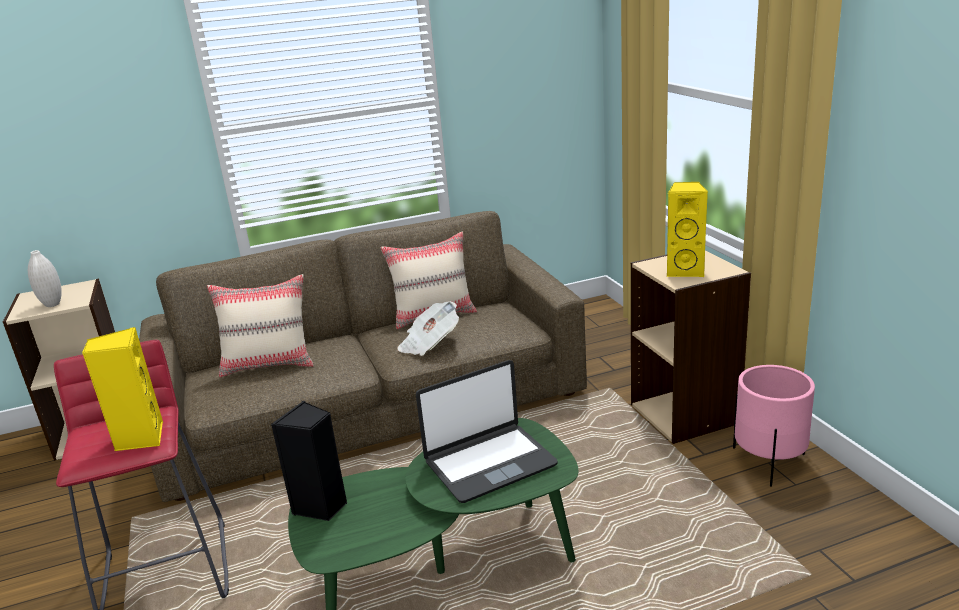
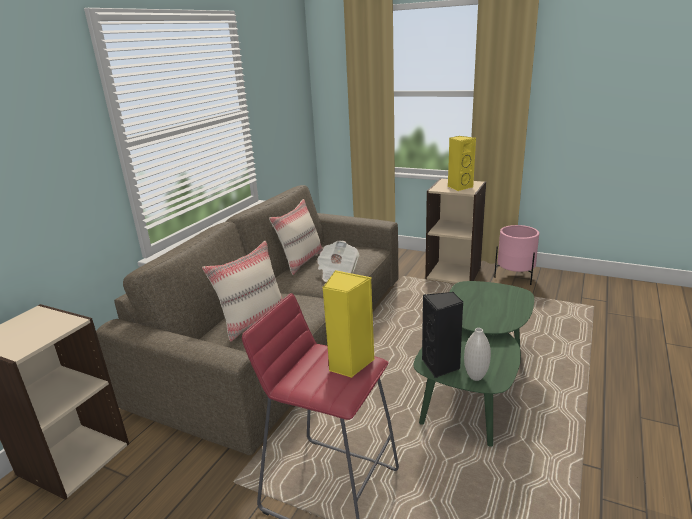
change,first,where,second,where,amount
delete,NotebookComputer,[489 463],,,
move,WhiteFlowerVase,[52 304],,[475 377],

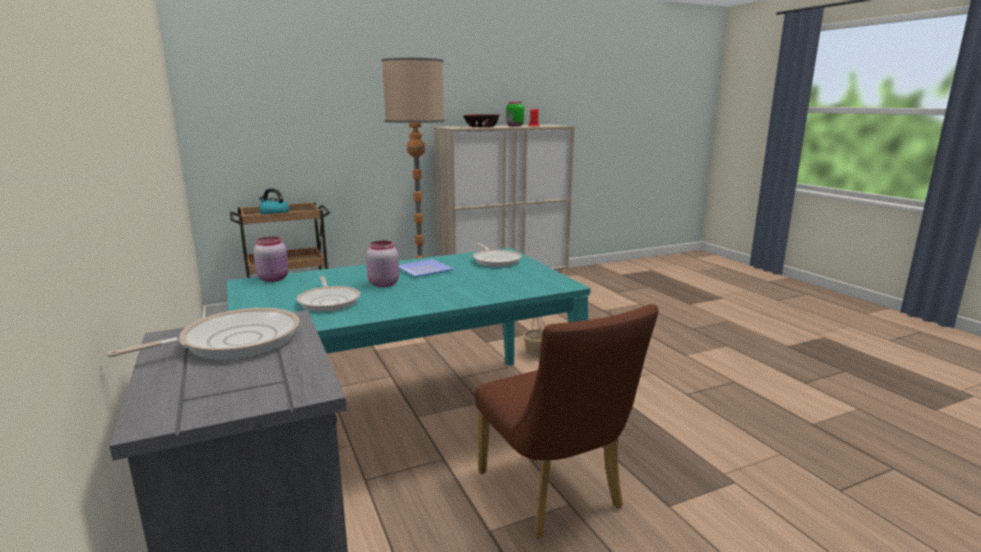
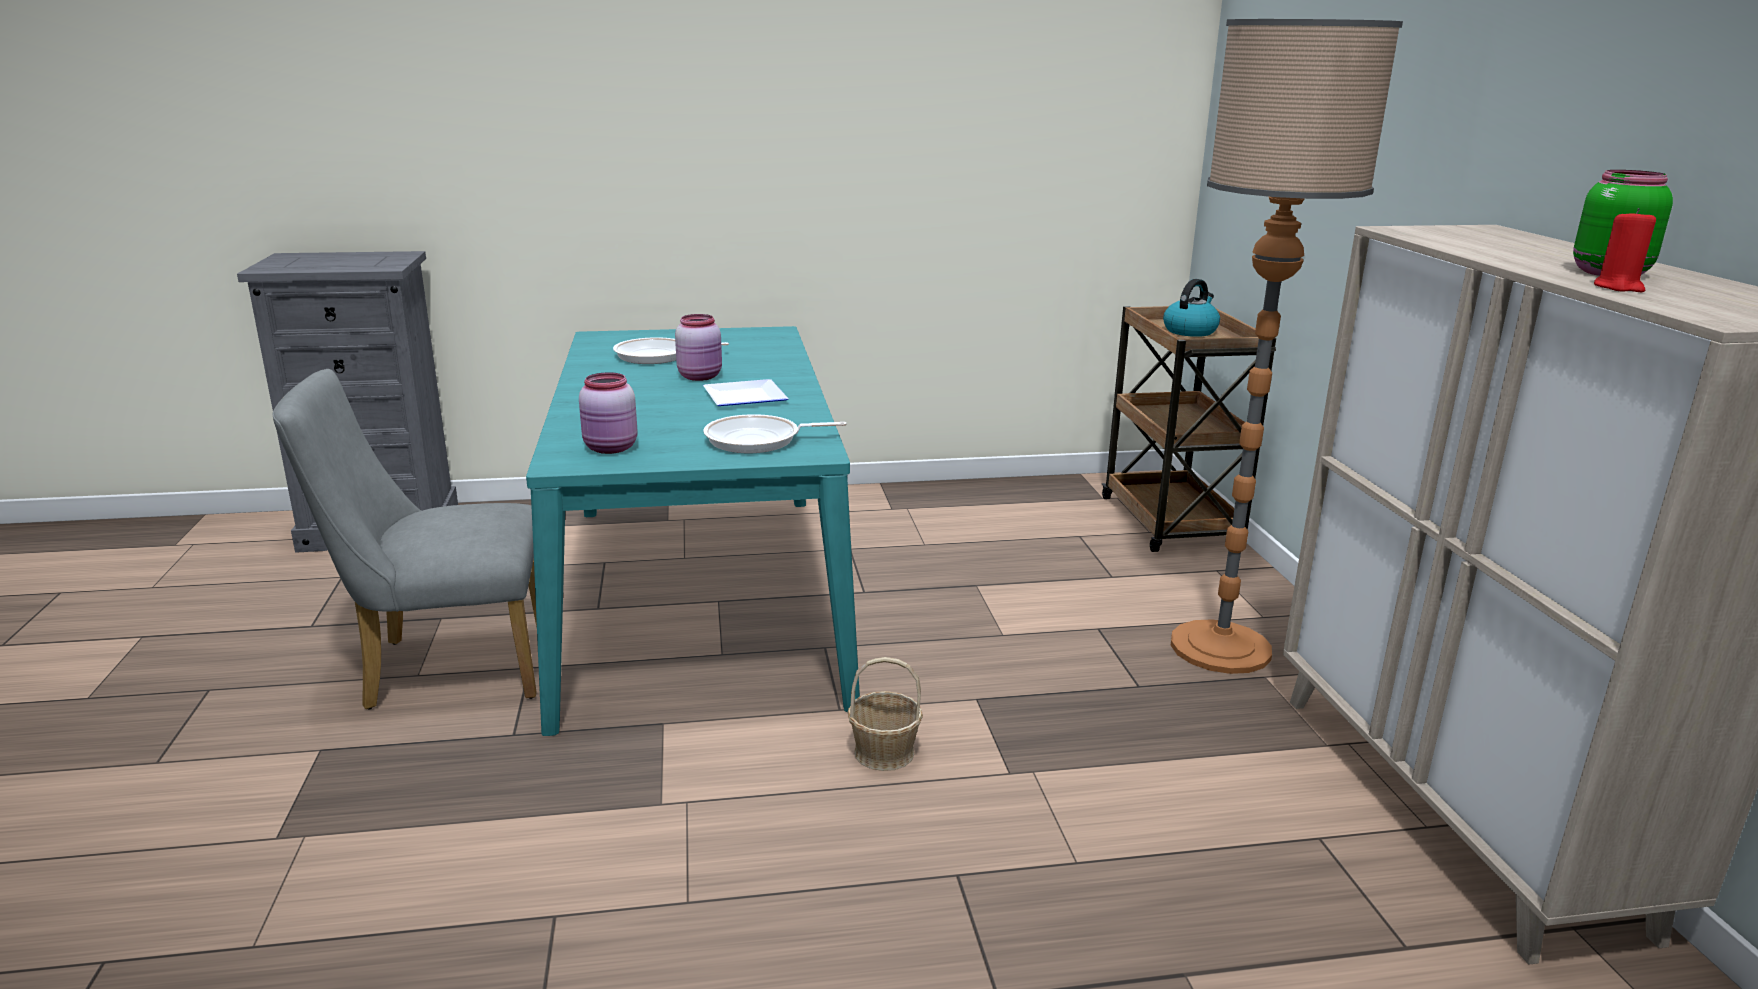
change,first,where,second,where,amount
delete,FryingPan,[234 341],,,
delete,ServingBowl,[481 127],,,
move,PinkColouredStorageJar,[274 278],,[611 448],
recolor,BrownColouredChair,[555 495],GreyishChair,[443 669],

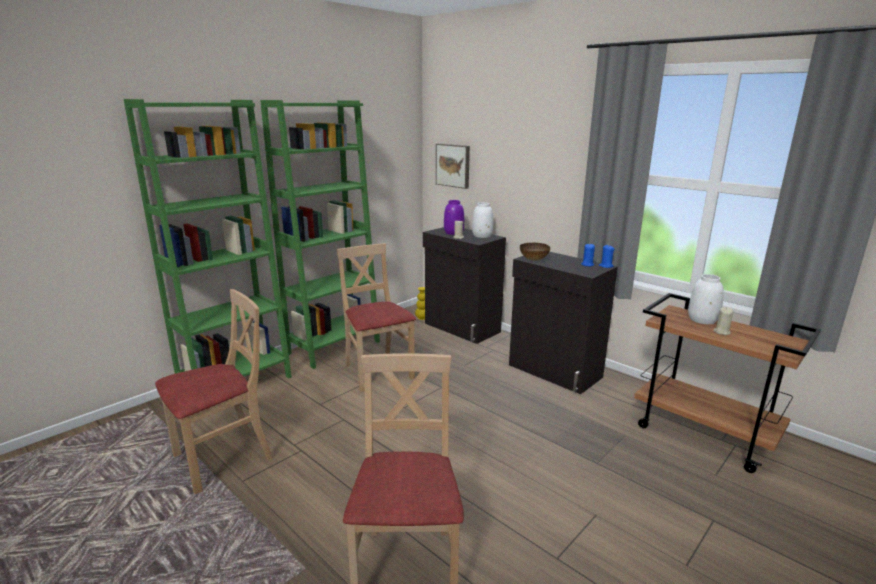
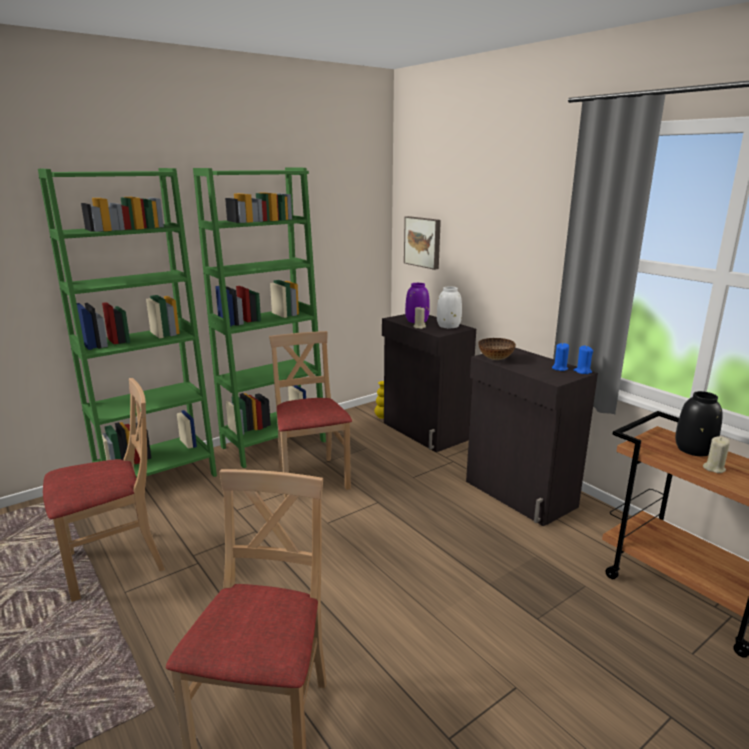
change,first,where,second,where,amount
recolor,WhiteFlowerVase,[702 320],BlackColouredFlowerVase,[693 450],

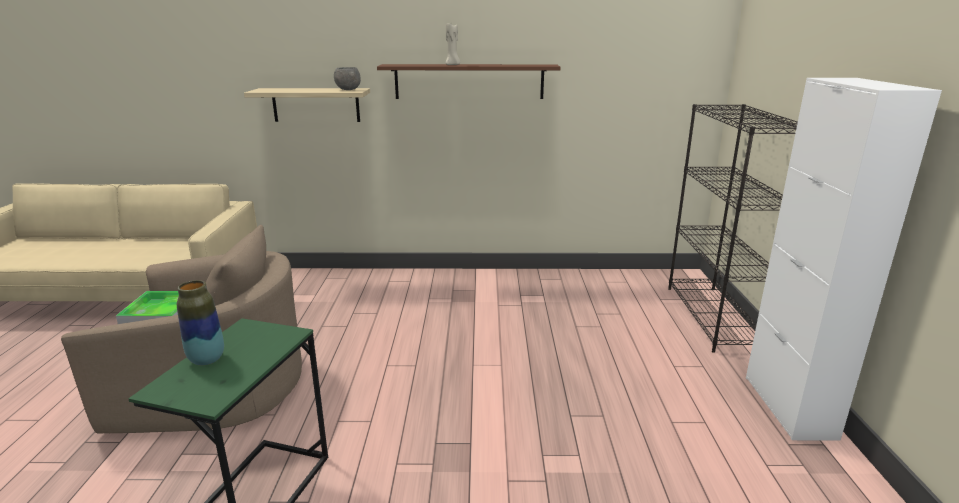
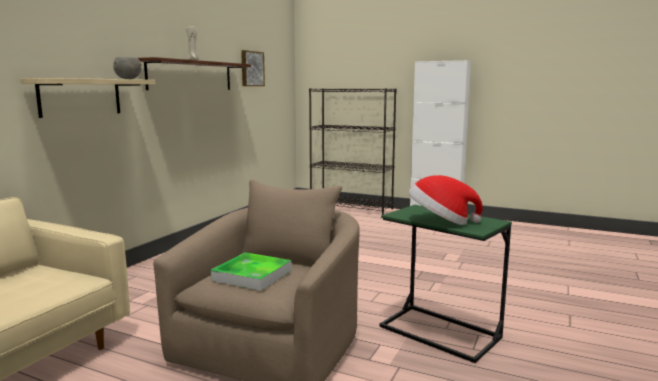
change,first,where,second,where,amount
insert,,,WallArt,[251 68],
replace,FlowerVase,[206 359],WearableHat,[441 221],

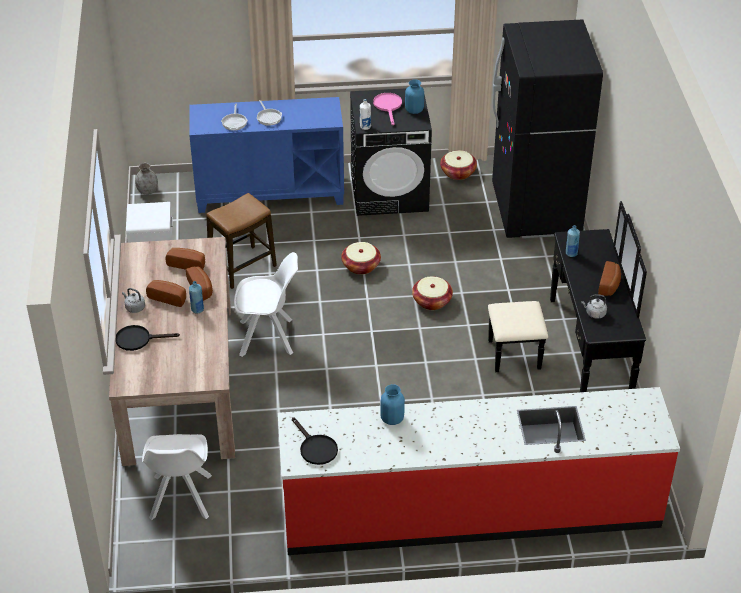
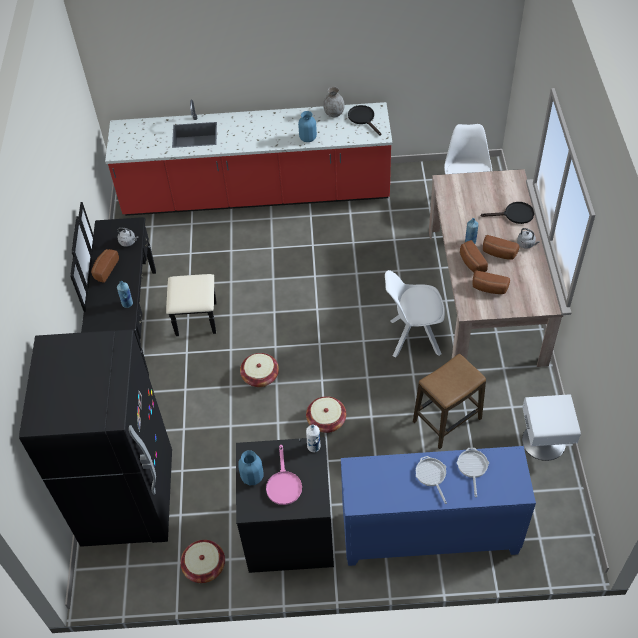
change,first,where,second,where,amount
move,GreyishFlowerVase,[147 191],,[334 114],

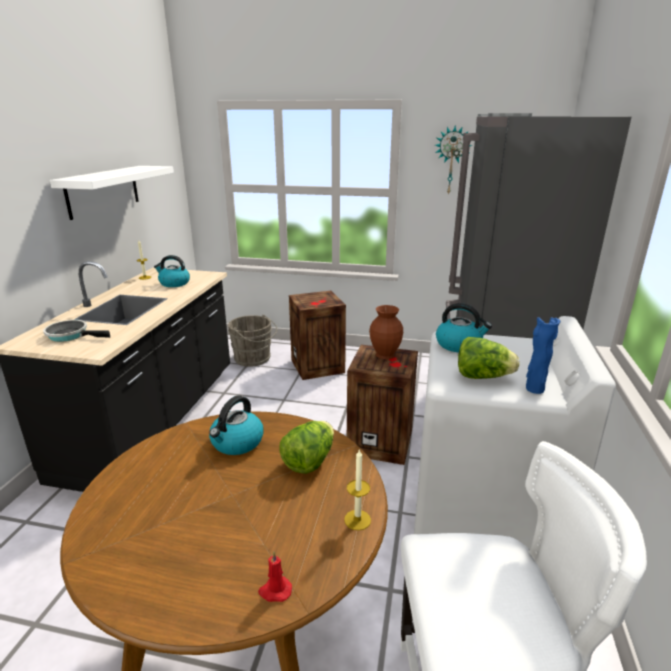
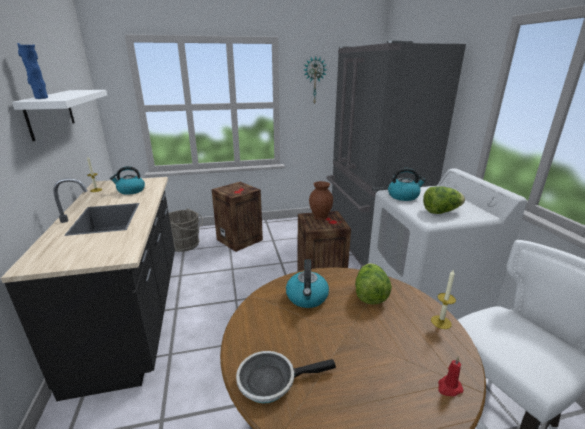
change,first,where,second,where,amount
move,FryingPan,[71 335],,[271 381],
move,BlueFlowerVase,[534 389],,[41 98],

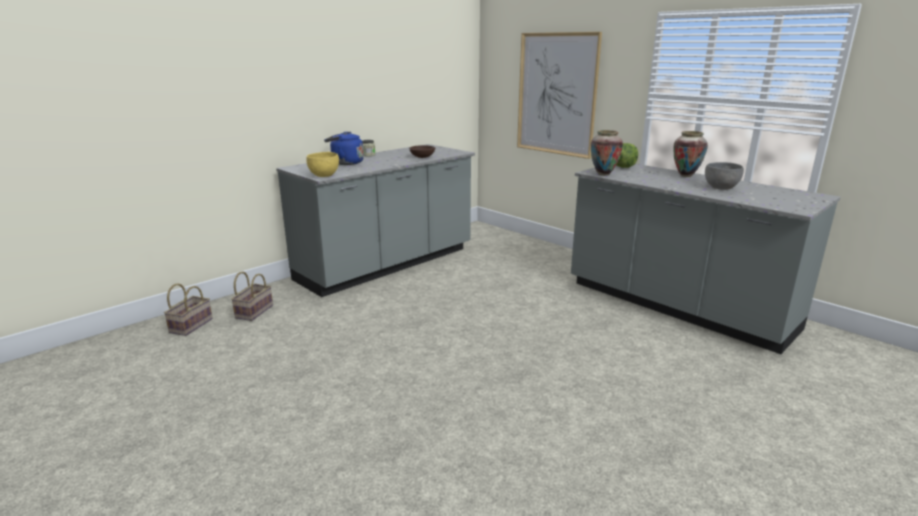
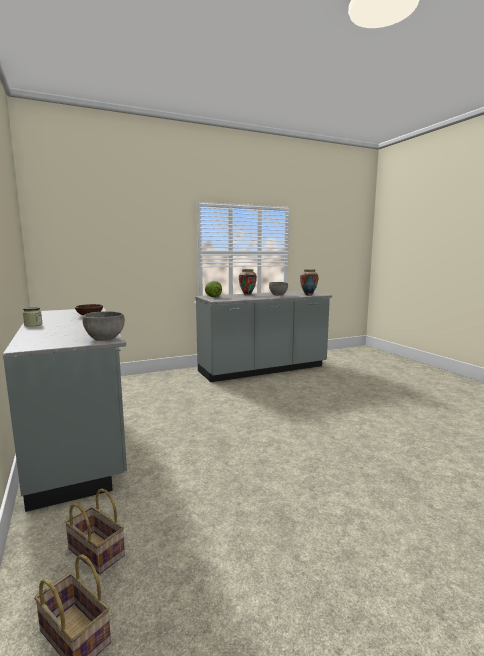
change,first,where,second,where,amount
delete,BlueTeaKettle,[345 163],,,
delete,WallArt,[556 94],,,
move,FlowerVase,[603 174],,[308 295],
recolor,YellowServingBowl,[324 176],GreyishServingBowl,[104 339],

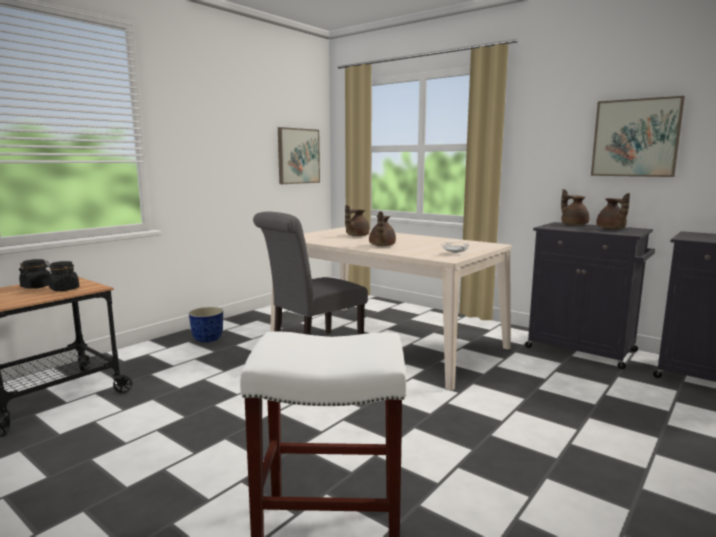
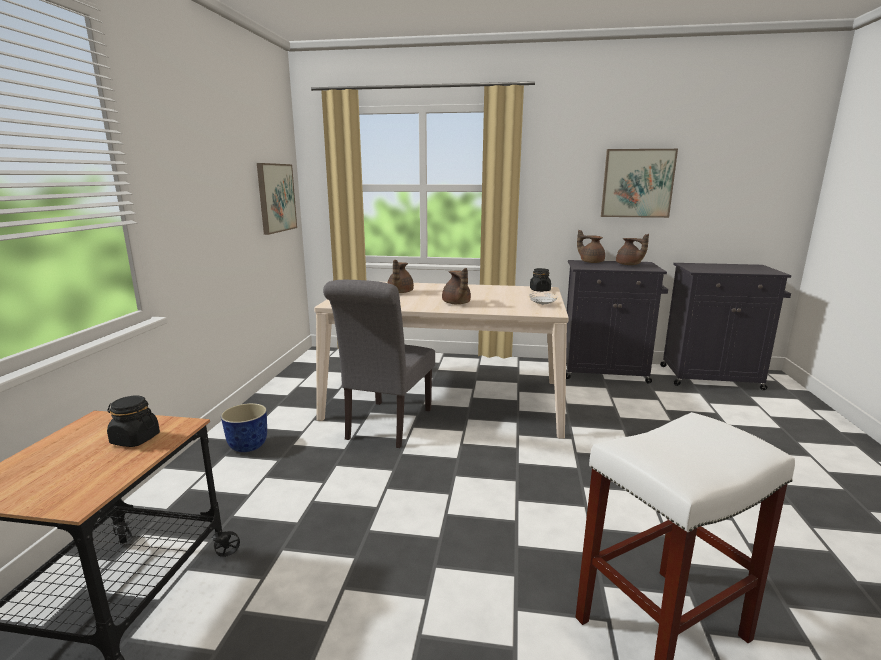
change,first,where,second,where,amount
move,BlackColouredStorageJar,[37 286],,[540 290],

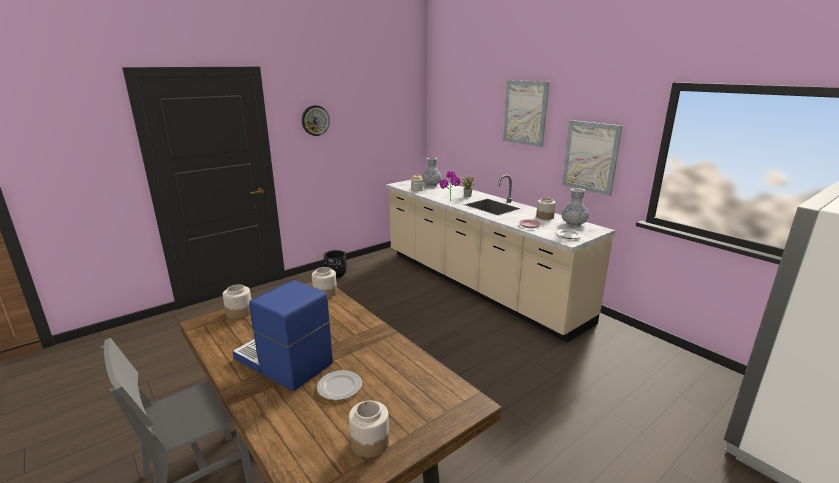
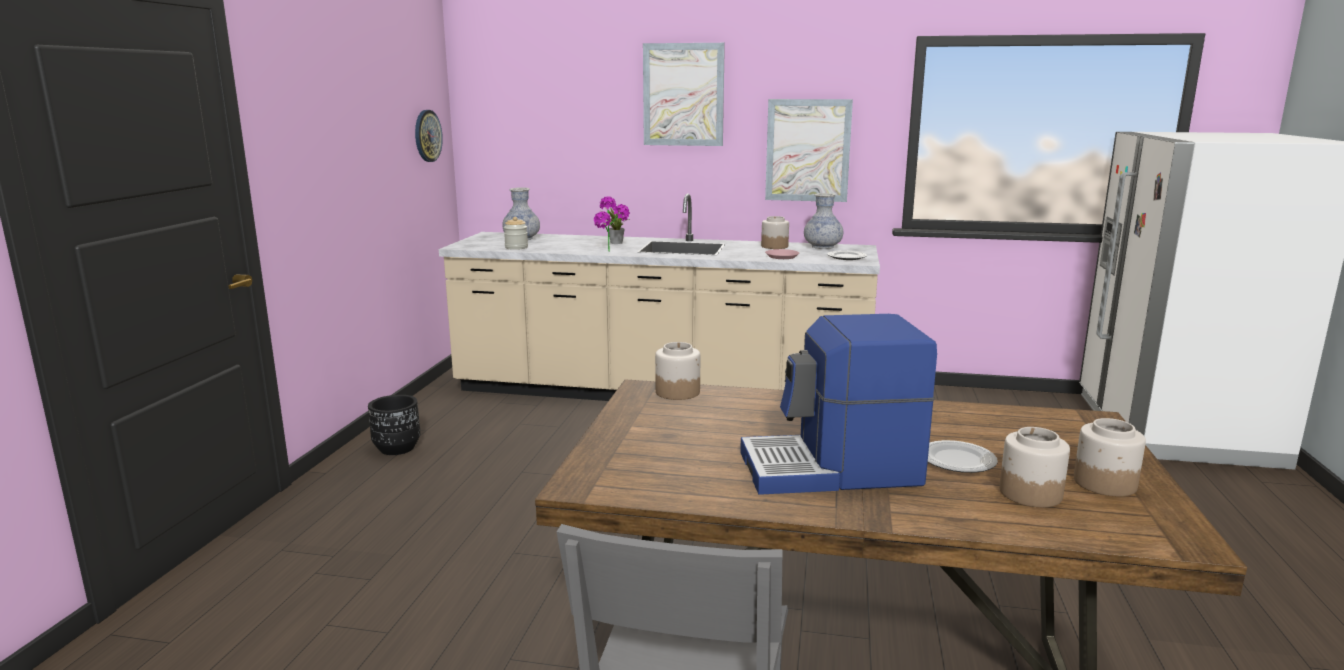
change,first,where,second,where,amount
move,StorageJar,[240 312],,[1030 493],
move,ClockOnTheWall,[315 120],,[427 136],

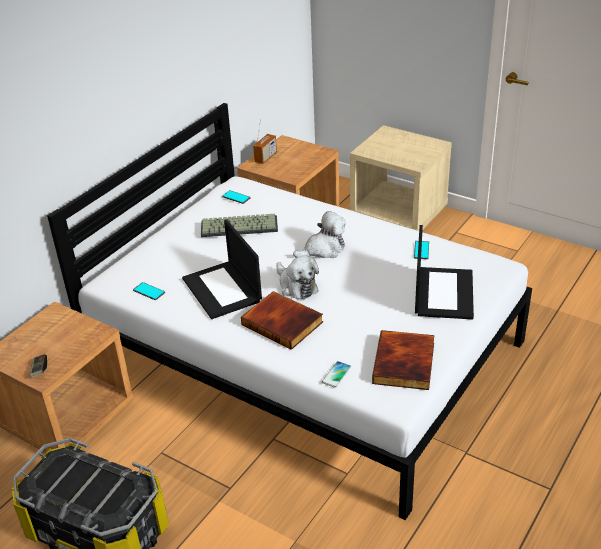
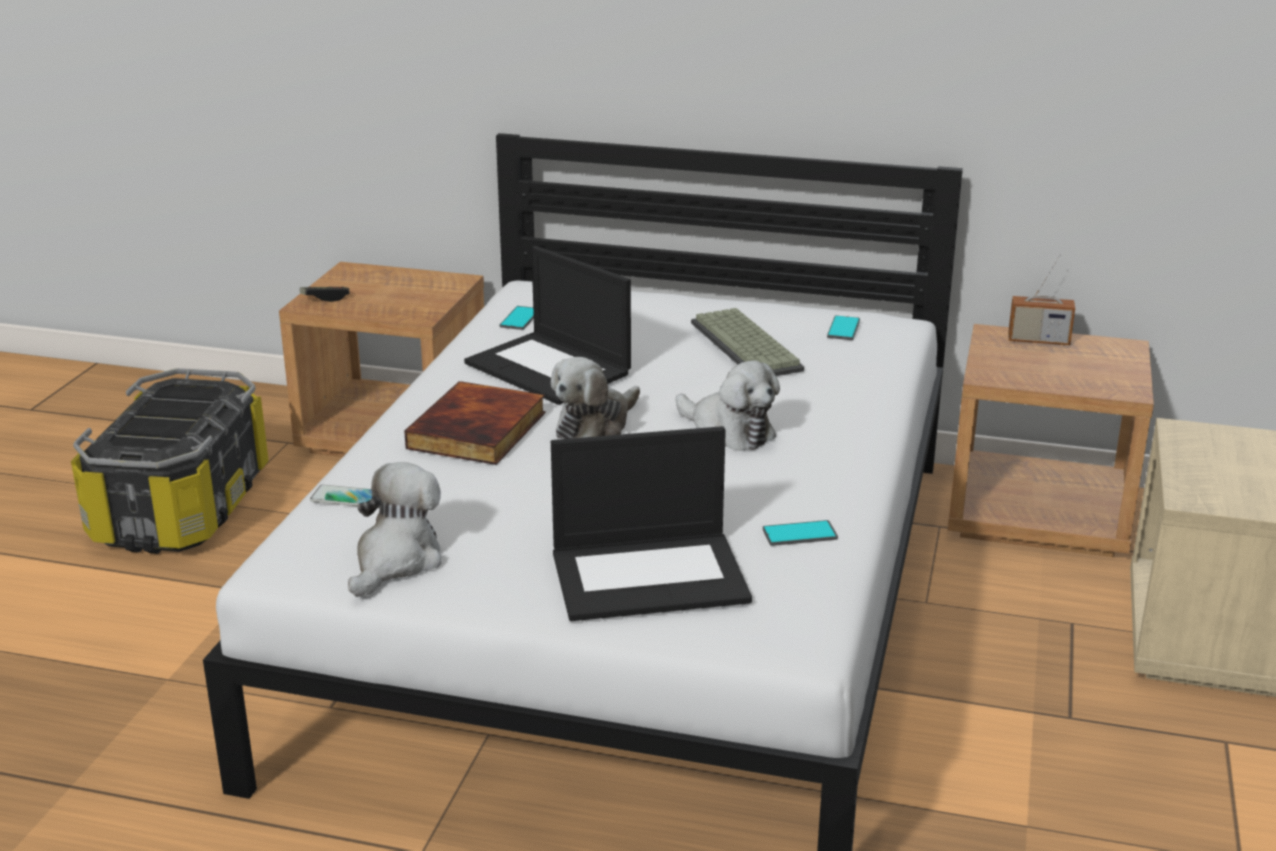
change,first,where,second,where,amount
replace,BoundBook,[405 364],PlushToy,[396 561],
rotate,NotebookComputer,[223 290],,[550 368],90 degrees counterclockwise

